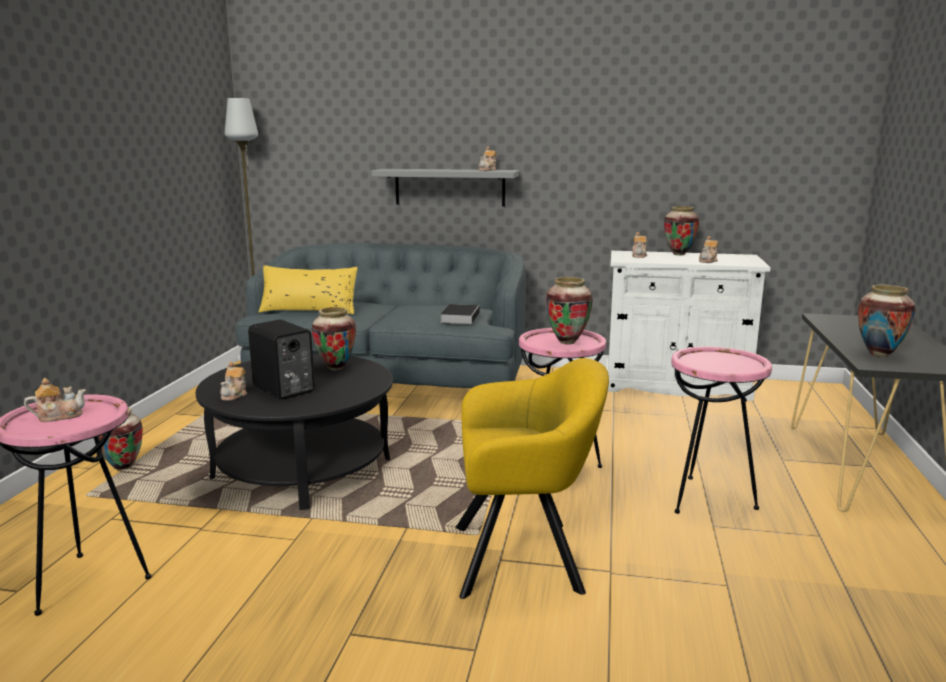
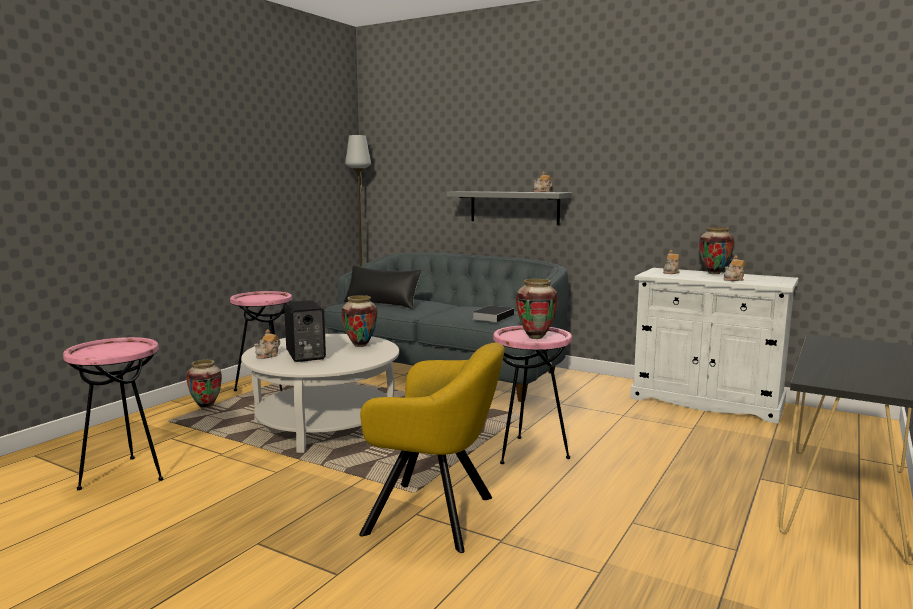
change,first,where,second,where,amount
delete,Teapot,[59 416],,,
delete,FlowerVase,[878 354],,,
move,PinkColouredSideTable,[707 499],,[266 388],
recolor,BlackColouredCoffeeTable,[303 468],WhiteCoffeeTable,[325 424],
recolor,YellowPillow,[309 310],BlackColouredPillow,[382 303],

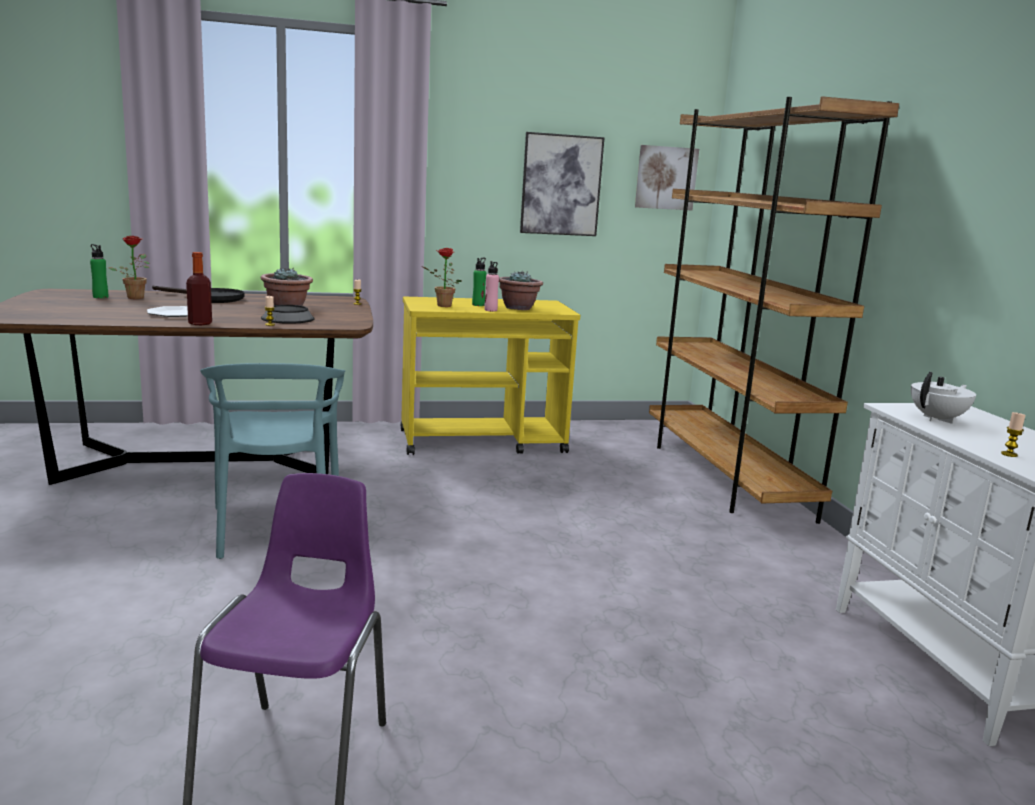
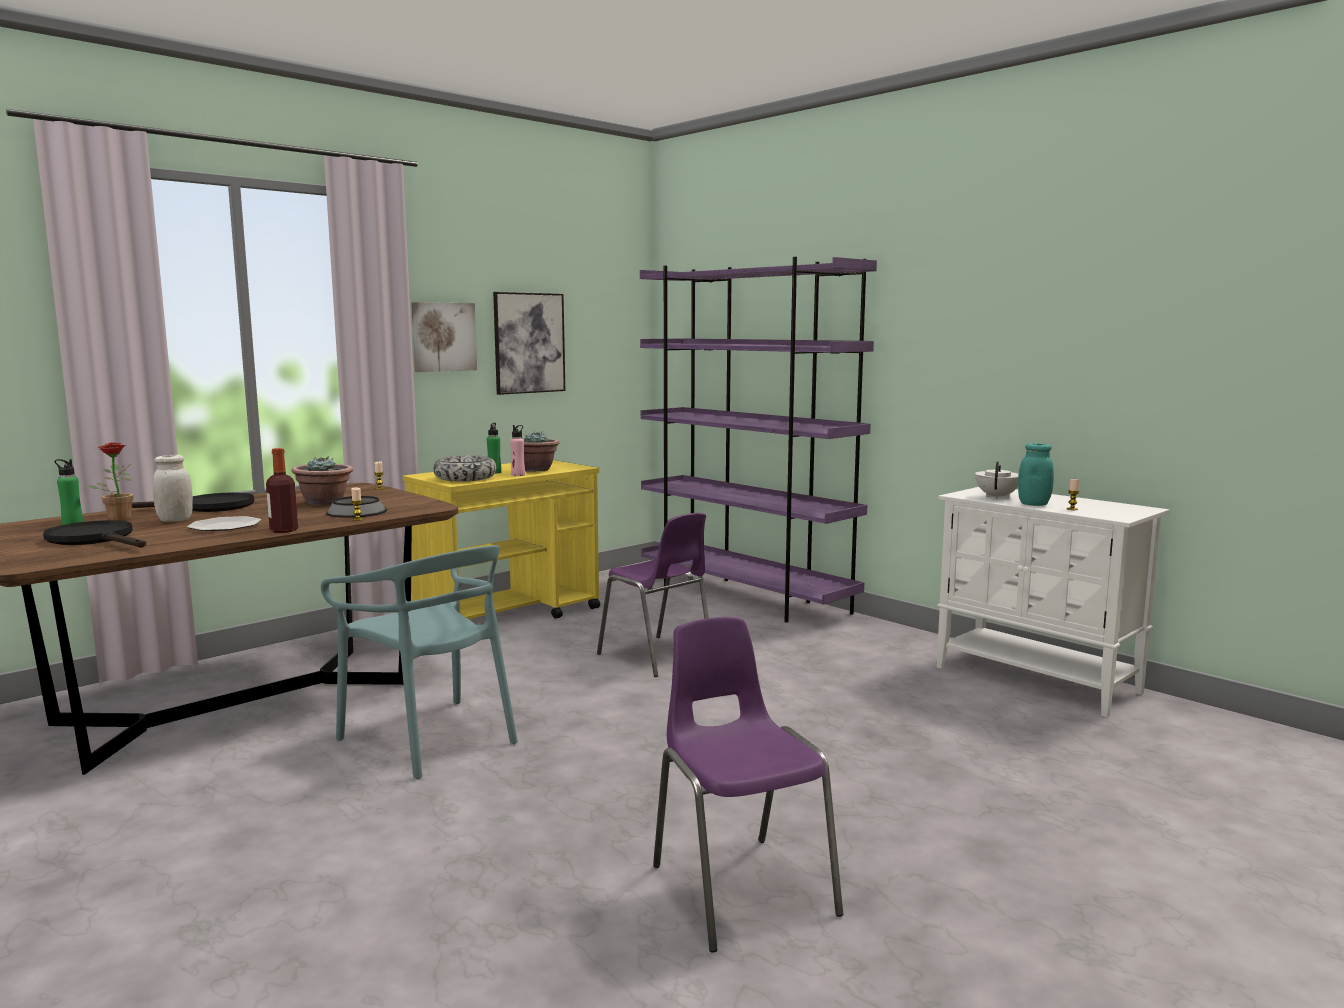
change,first,where,second,where,amount
insert,,,BlackColouredFryingPan,[96 539],
insert,,,WhiteStorageJar,[175 520],
insert,,,PurpleColouredChair,[657 657],
insert,,,BlueGreenStorageJar,[1034 504],
move,WallArt,[665 178],,[443 337],
replace,Houseplant,[441 306],ServingBowl,[465 478],
recolor,BrownColouredBookshelf,[724 476],PurpleColouredBookshelf,[745 597],

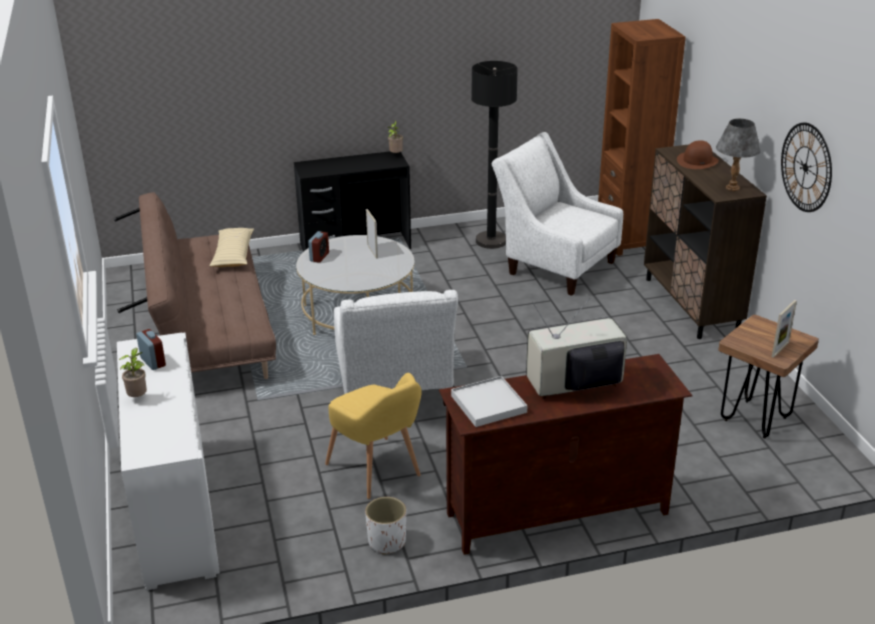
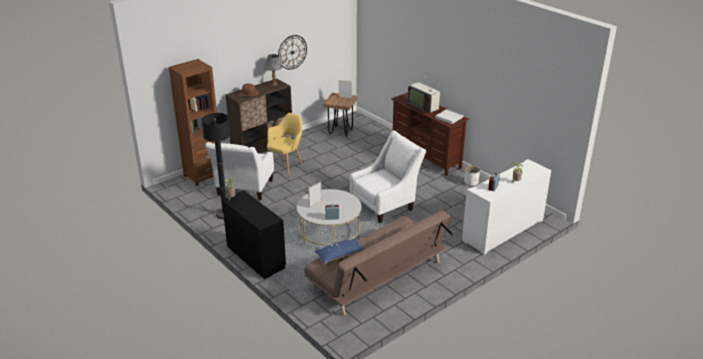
change,first,where,second,where,amount
move,YellowEasyChair,[378 472],,[286 165],
recolor,BeigePillow,[233 255],BluePillow,[340 255],

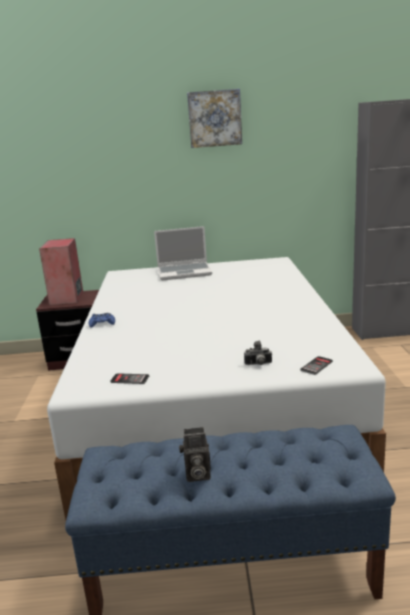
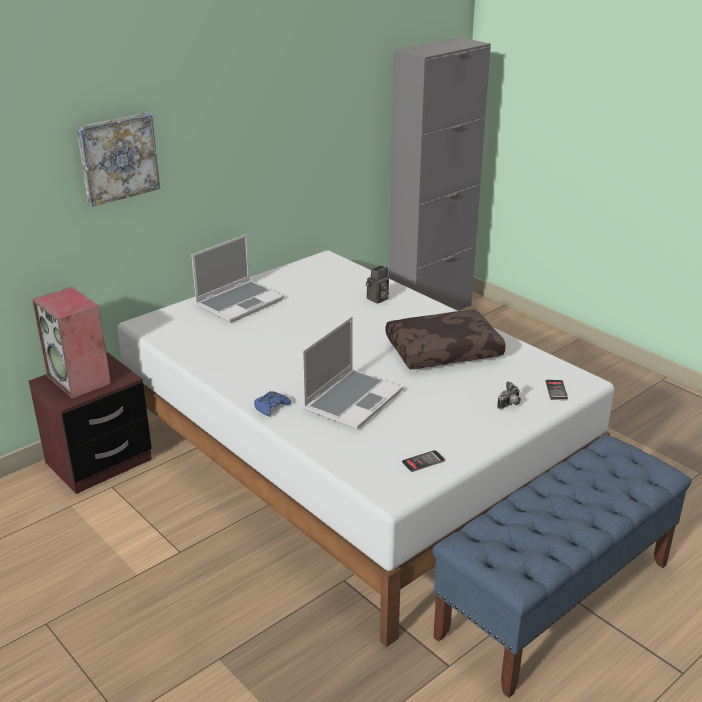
change,first,where,second,where,amount
insert,,,NotebookComputer,[352 400],
insert,,,BrownColouredPillow,[443 350],
move,PhotoCamera,[196 475],,[377 299],
move,WallArt,[214 118],,[117 158],

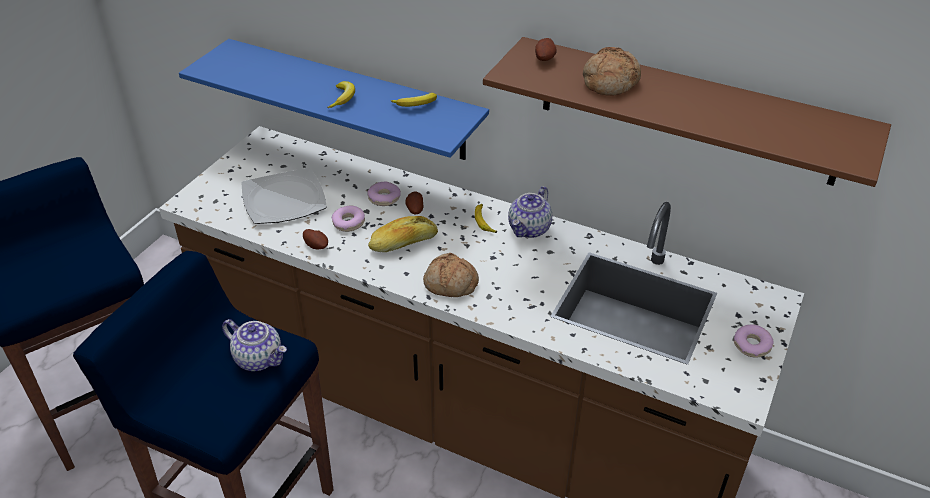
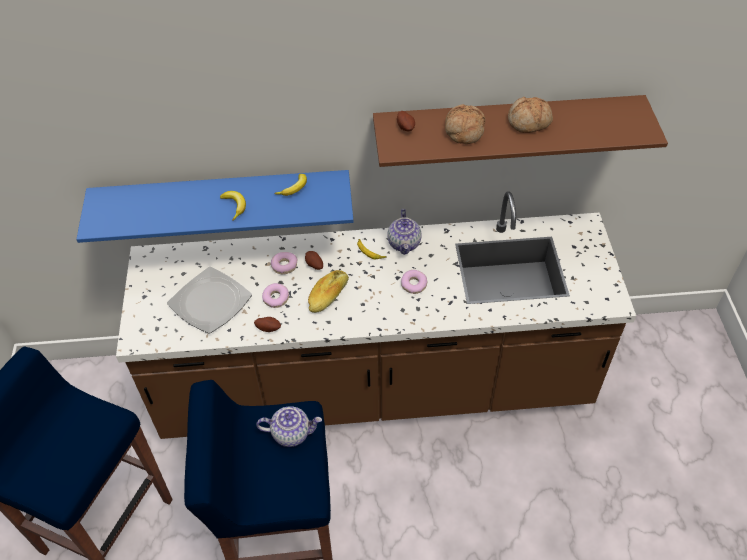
change,first,where,second,where,amount
move,BakedBread,[450 284],,[529 122],
move,Donut,[751 345],,[413 285],

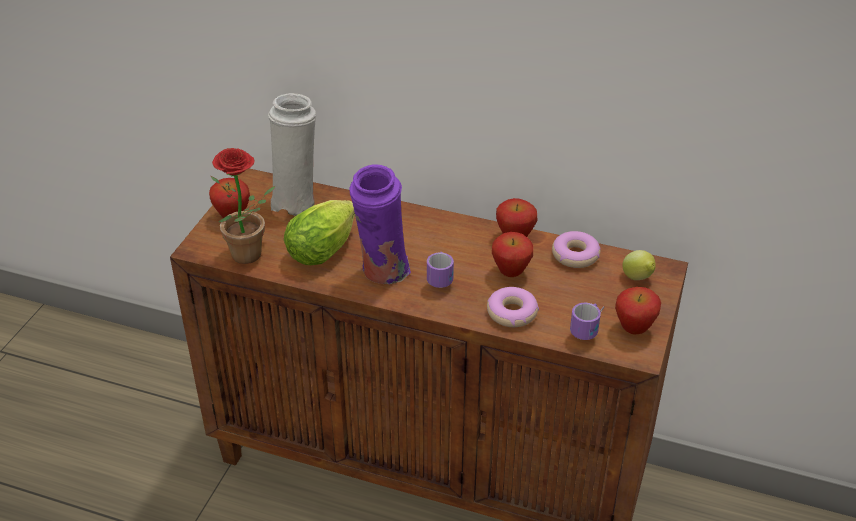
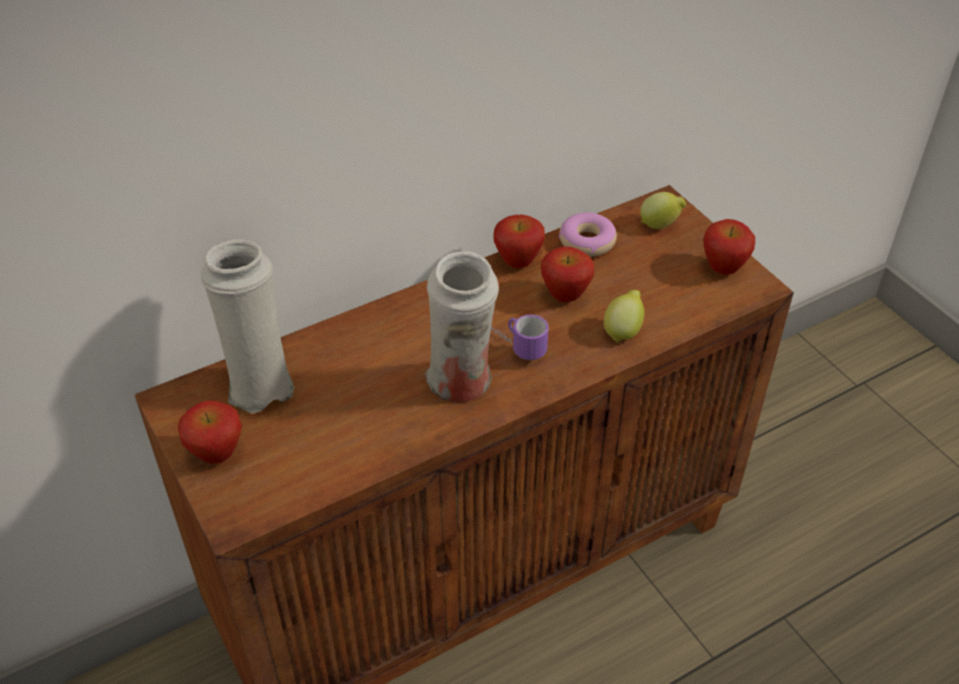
change,first,where,second,where,amount
delete,Houseplant,[249 258],,,
delete,HeadOfLettuce,[325 248],,,
delete,CoffeeMug,[590 327],,,
replace,Donut,[512 313],CitrusFruit,[623 331],
recolor,PurpleColouredFlowerVase,[382 272],WhiteFlowerVase,[462 385],

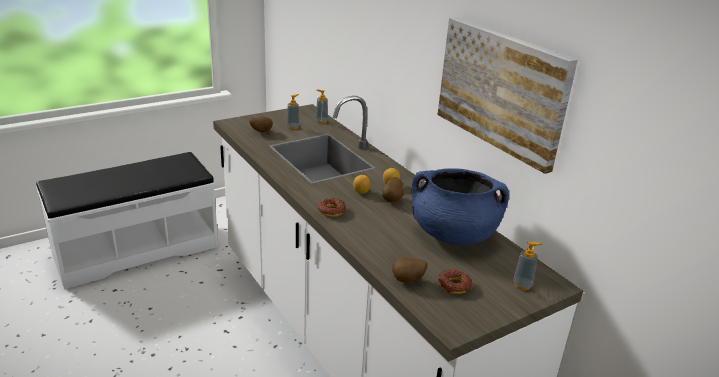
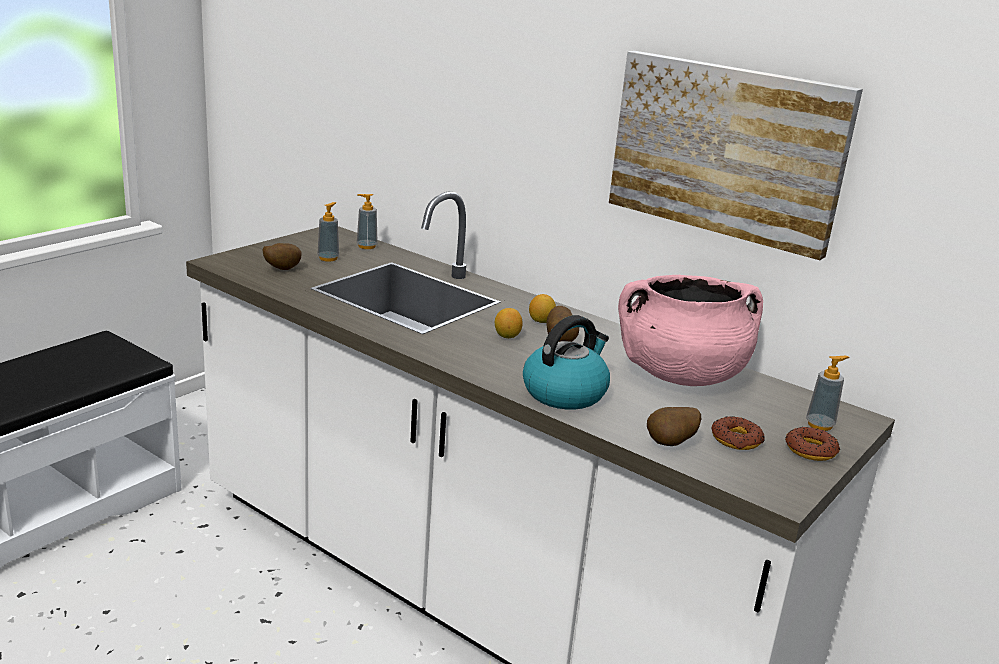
change,first,where,second,where,amount
insert,,,TeaKettle,[565 393],
move,Donut,[331 210],,[811 450],
recolor,BlueSaucepot,[453 234],PinkColouredSaucepot,[680 375],

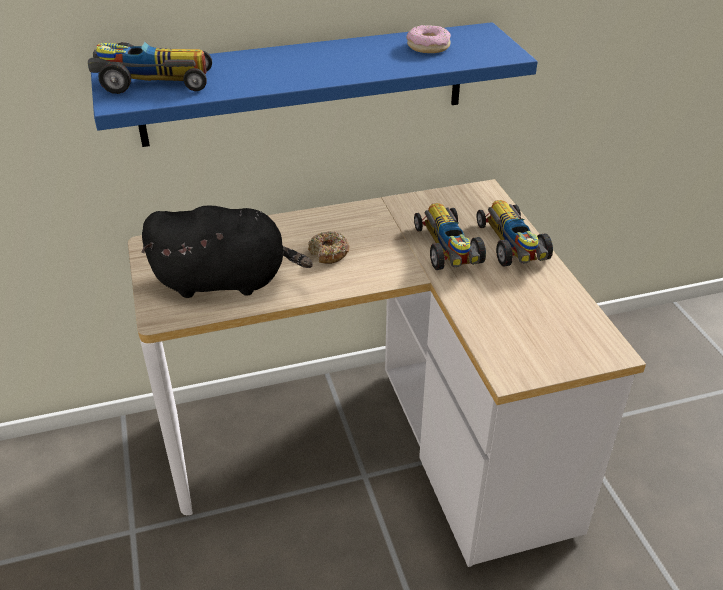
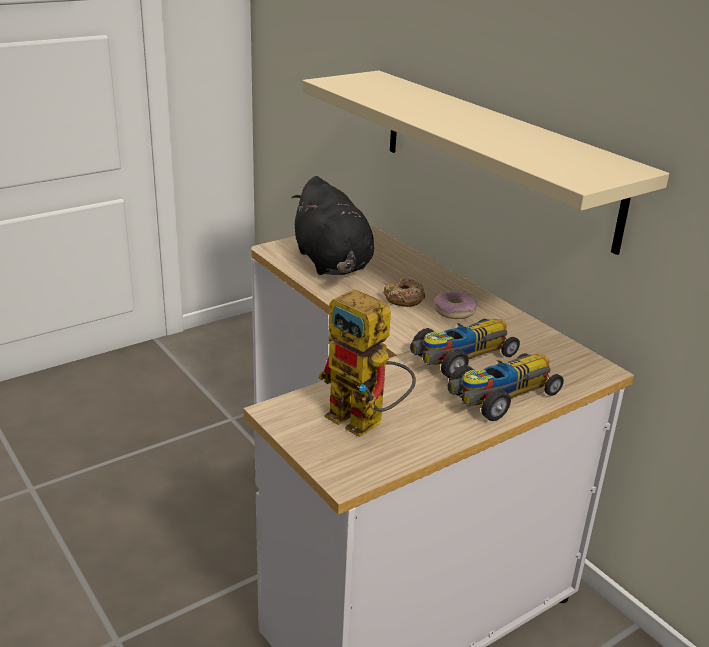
change,first,where,second,where,amount
delete,MiniatureCar,[152 81],,,
insert,,,ModelRobot,[366 422],
move,Donut,[428 46],,[454 311],
recolor,BlueWallShelf,[304 84],BeigeWallShelf,[495 155],

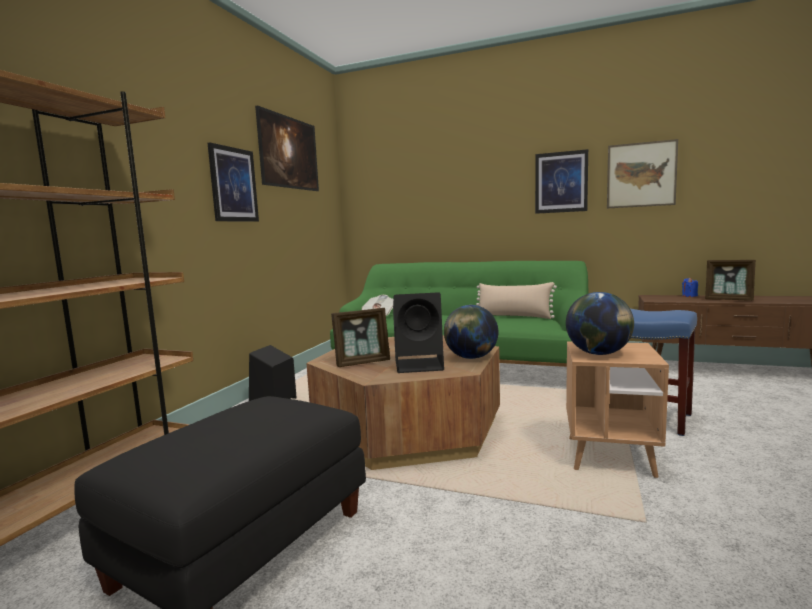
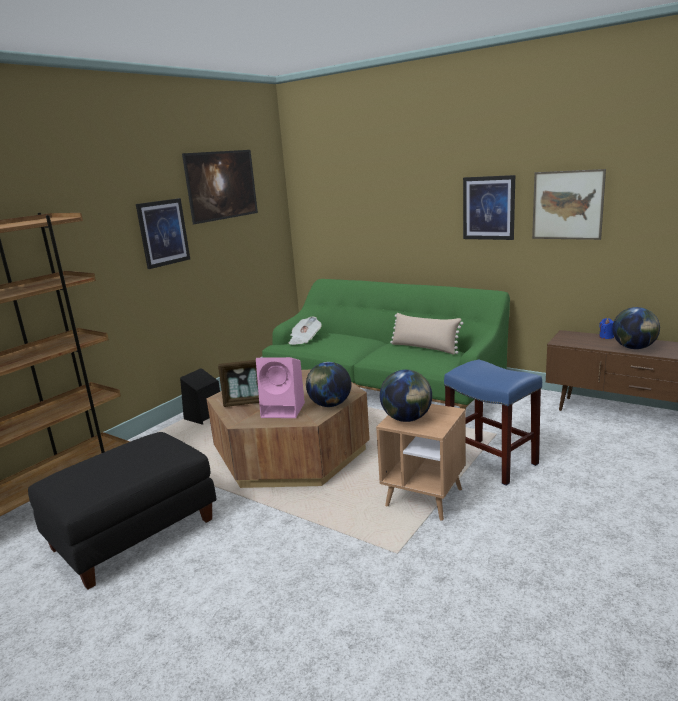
change,first,where,second,where,amount
replace,PhotoFrame,[728 300],DeskGlobe,[634 348],
recolor,BlackColouredAudioSpeaker,[420 365],PinkColouredAudioSpeaker,[284 410],

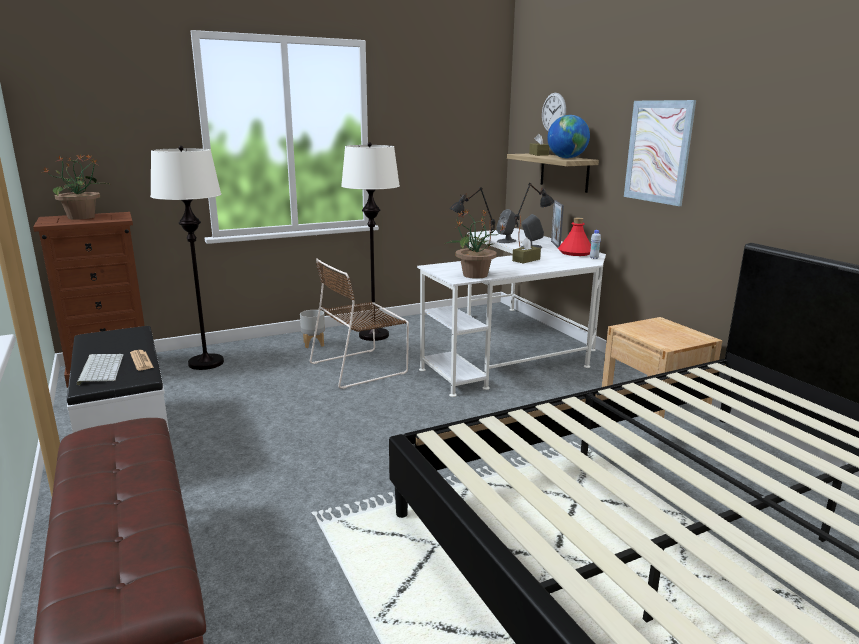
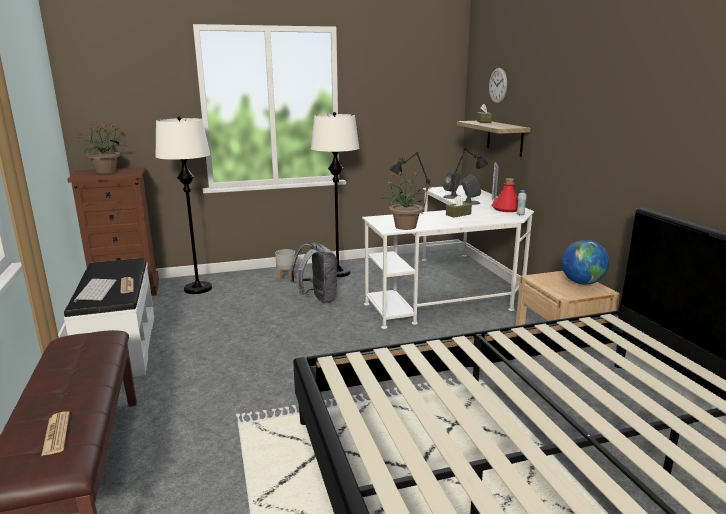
change,first,where,second,where,amount
delete,WallArt,[658 152],,,
insert,,,Newspaper,[56 434],
move,DeskGlobe,[566 158],,[582 283],
replace,BrownColouredChair,[361 367],GreyishKnapsack,[317 299],

